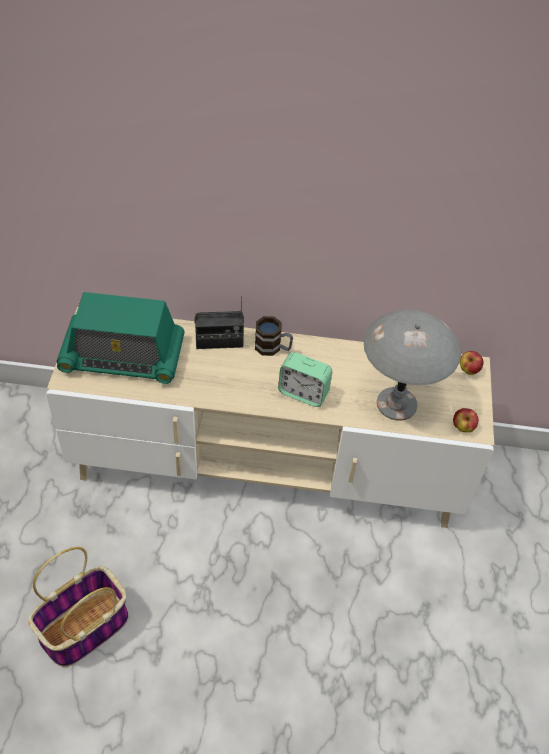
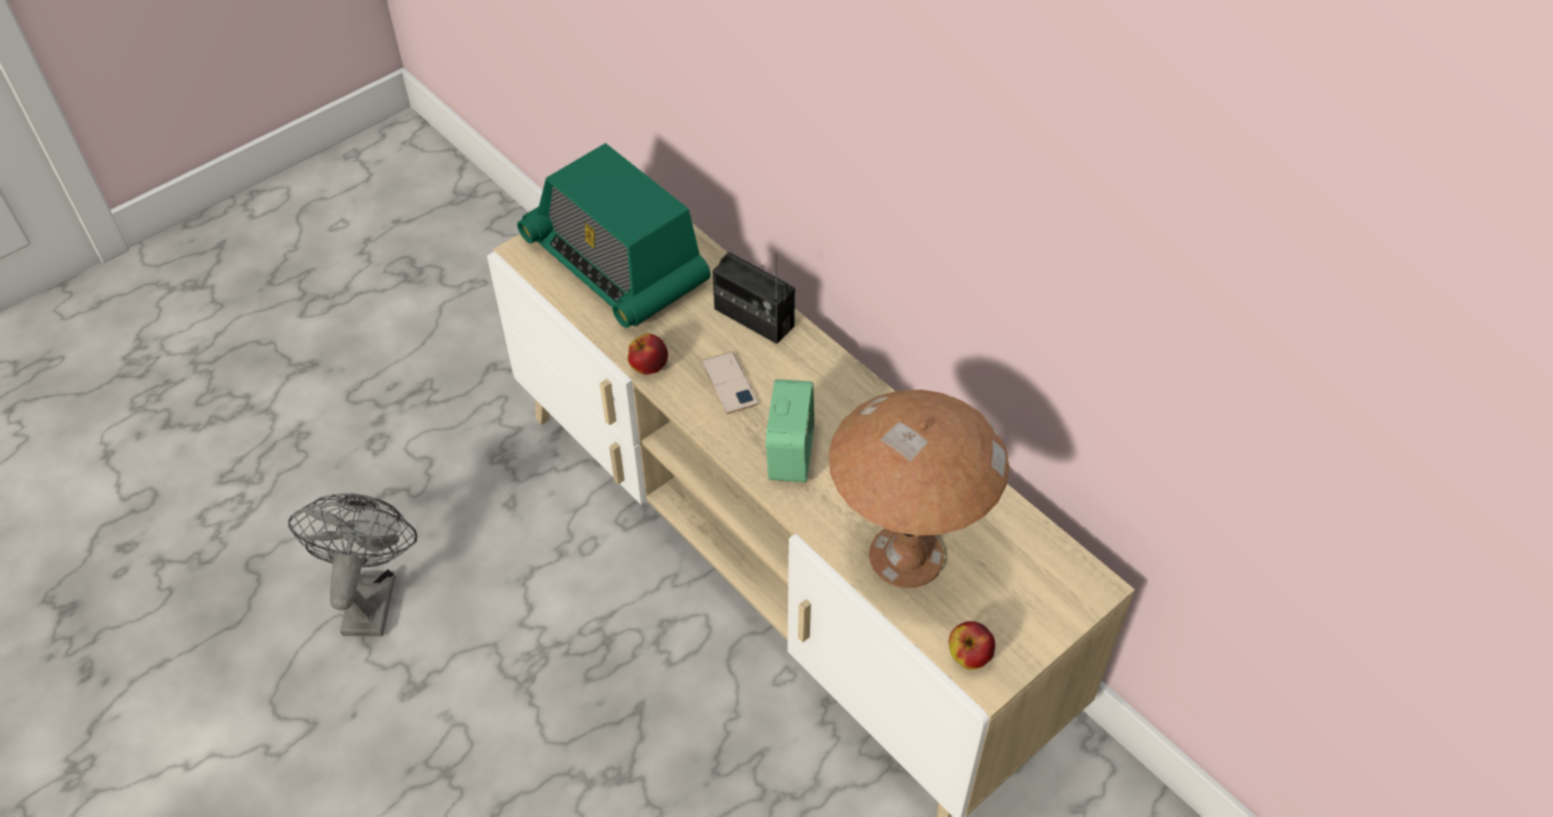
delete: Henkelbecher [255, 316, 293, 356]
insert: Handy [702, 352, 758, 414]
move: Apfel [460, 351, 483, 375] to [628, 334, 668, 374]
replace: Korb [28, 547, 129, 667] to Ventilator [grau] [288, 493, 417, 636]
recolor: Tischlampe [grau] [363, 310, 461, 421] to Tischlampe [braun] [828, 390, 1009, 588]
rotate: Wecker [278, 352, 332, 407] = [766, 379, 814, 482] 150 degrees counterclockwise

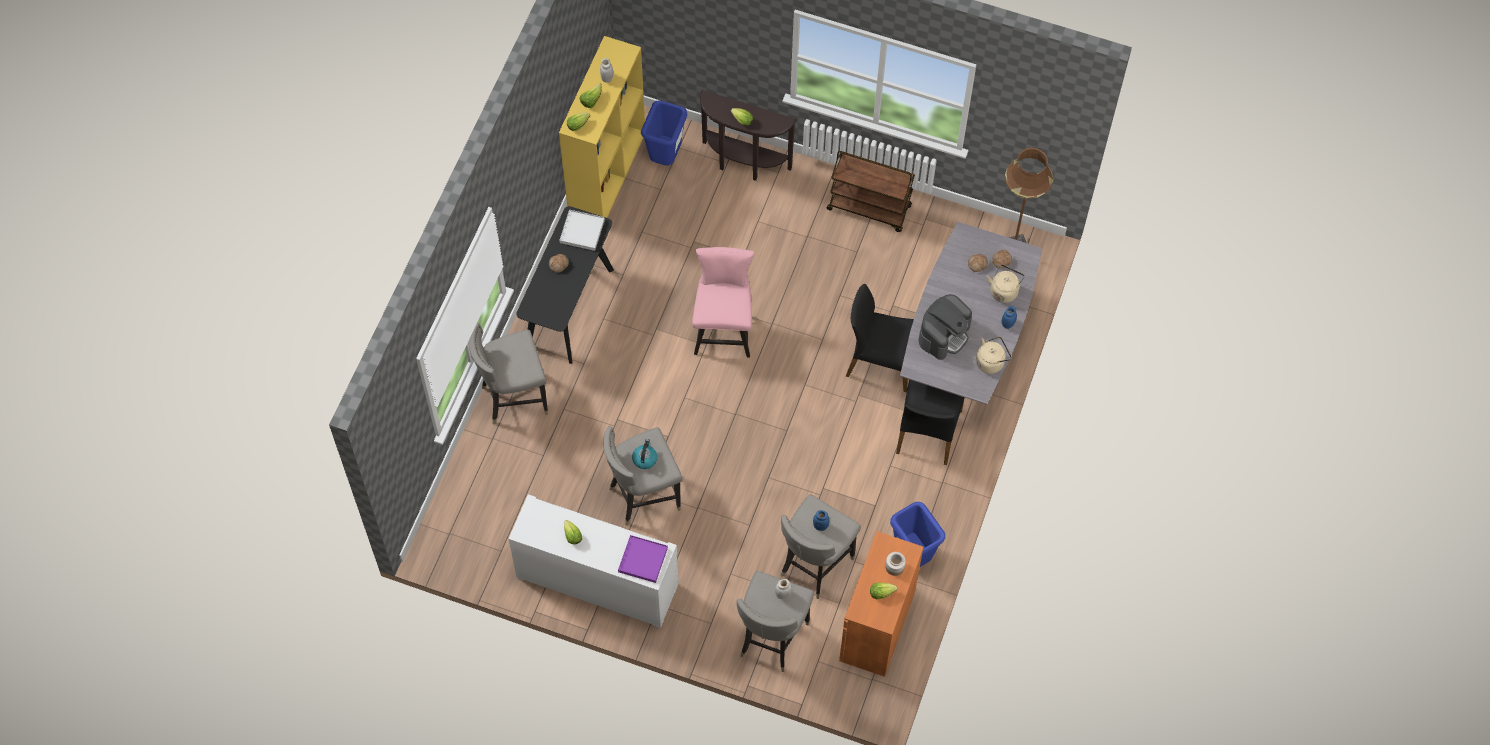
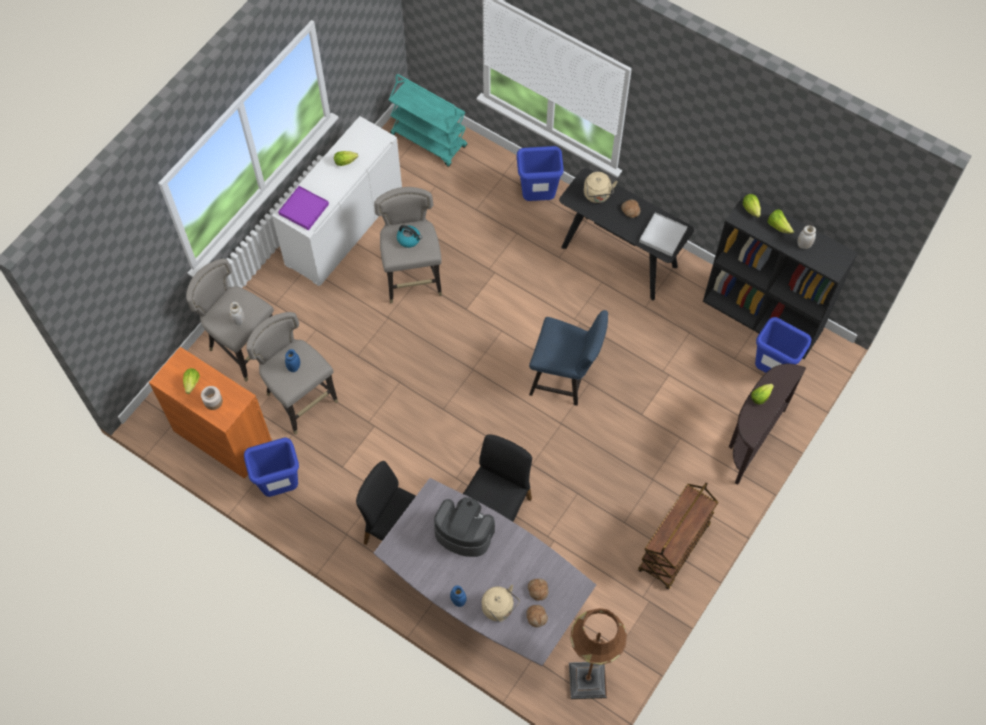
insert: Rollwagen [türkis] [389, 74, 467, 167]
move: Wasserkessel [beige] [976, 336, 1012, 374] to [584, 172, 618, 203]
replace: Hocker [grau] [468, 322, 548, 425] to Mülleimer [blau] [517, 146, 564, 201]
recolor: Bücherregal [gelb] [559, 36, 645, 218] to Bücherregal [schwarz] [703, 192, 858, 359]; Stuhl [rosa] [692, 247, 755, 357] to Stuhl [blau] [529, 310, 608, 406]
rotate: Kaffeemaschine [918, 294, 972, 360] = [434, 497, 495, 557] 150 degrees clockwise

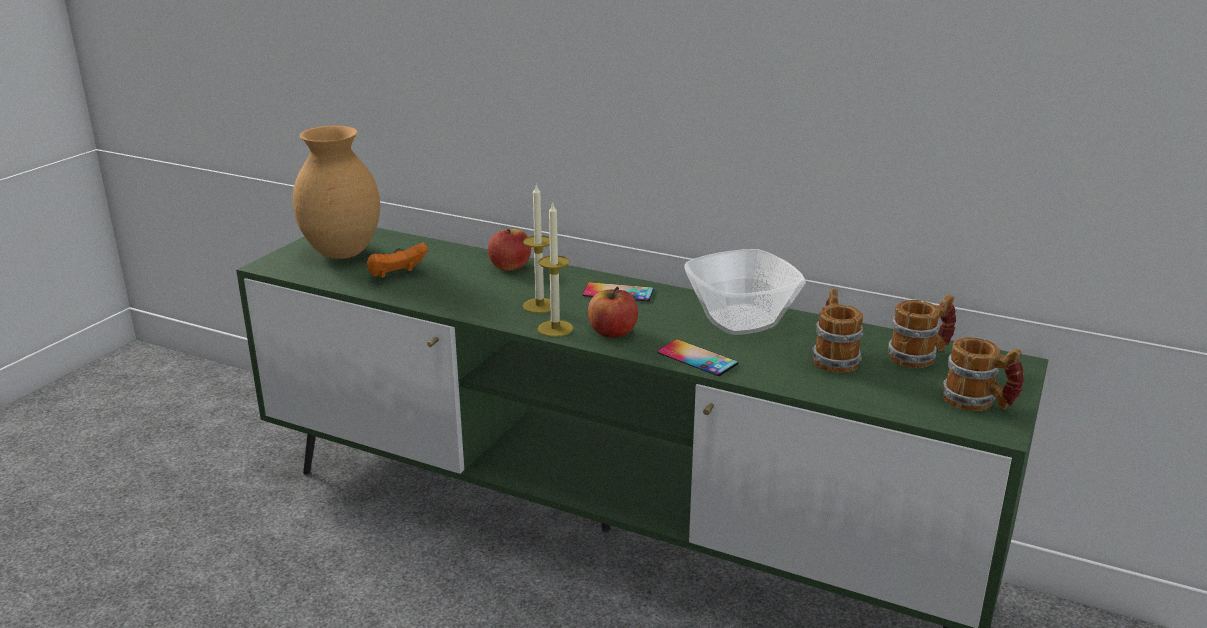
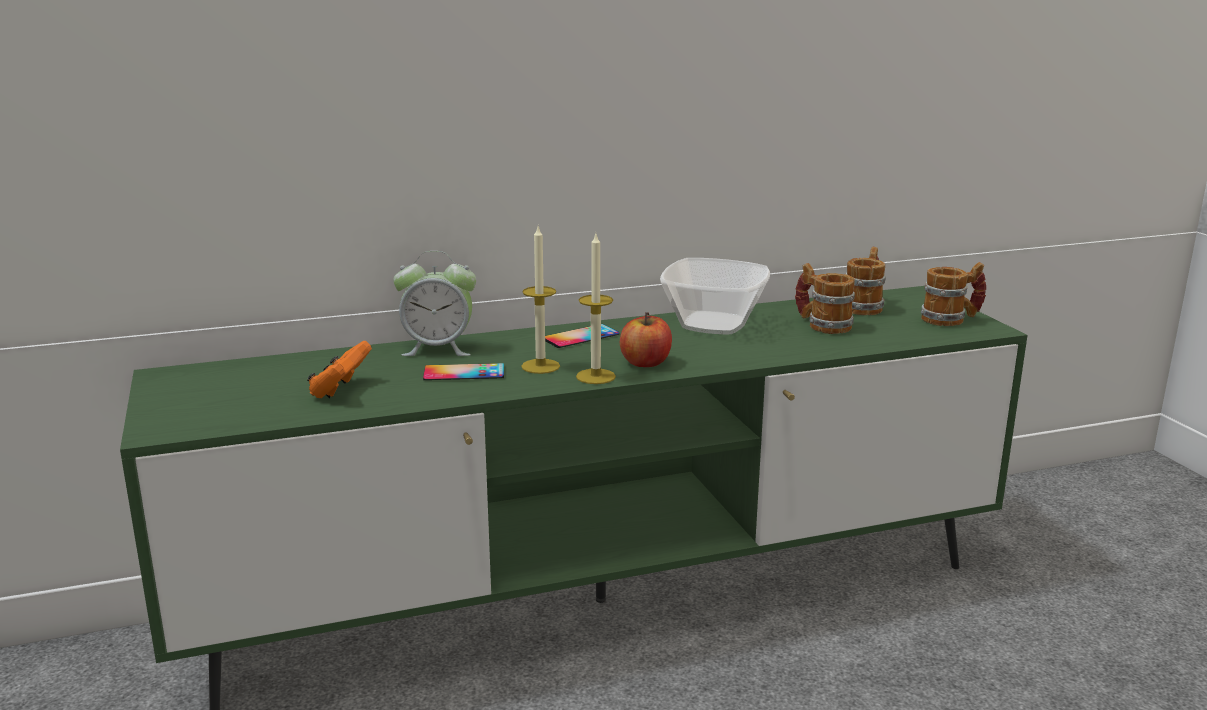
delete: Vase [braun] [293, 126, 380, 259]
move: Handy [657, 339, 738, 376] to [423, 363, 504, 380]
replace: Apfel [488, 229, 531, 271] to Wecker [393, 251, 476, 356]

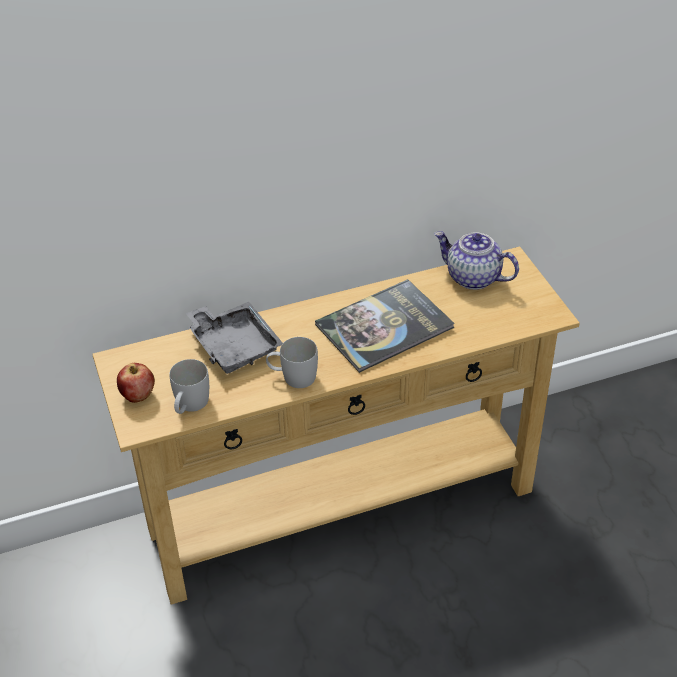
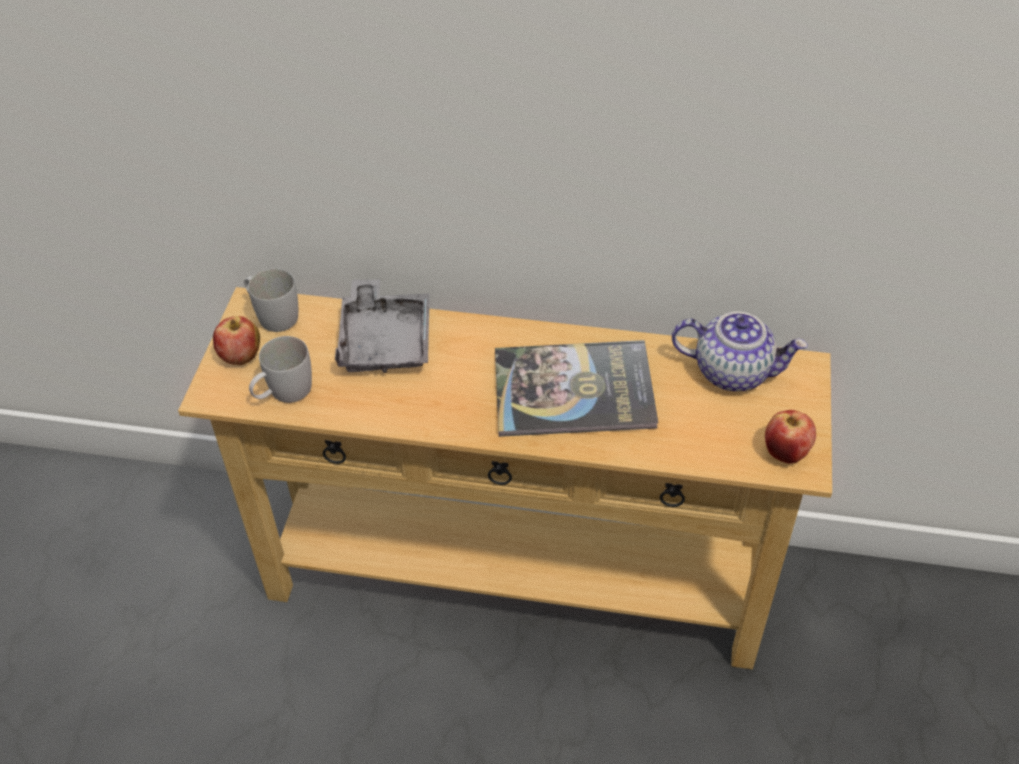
insert: Apfel [765, 410, 816, 464]
move: Henkelbecher [weiß] [266, 337, 318, 388] to [244, 268, 298, 332]
rotate: Teekanne [434, 231, 519, 290] = [672, 311, 808, 391] 135 degrees clockwise

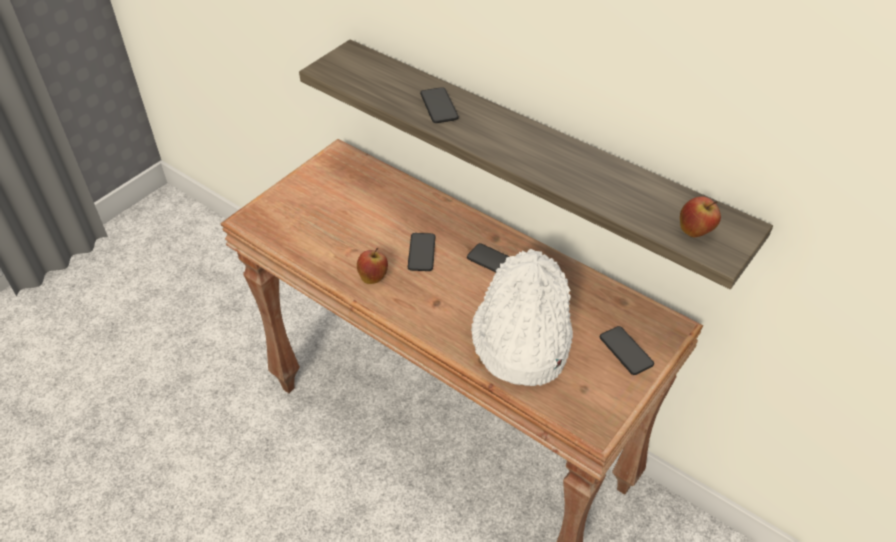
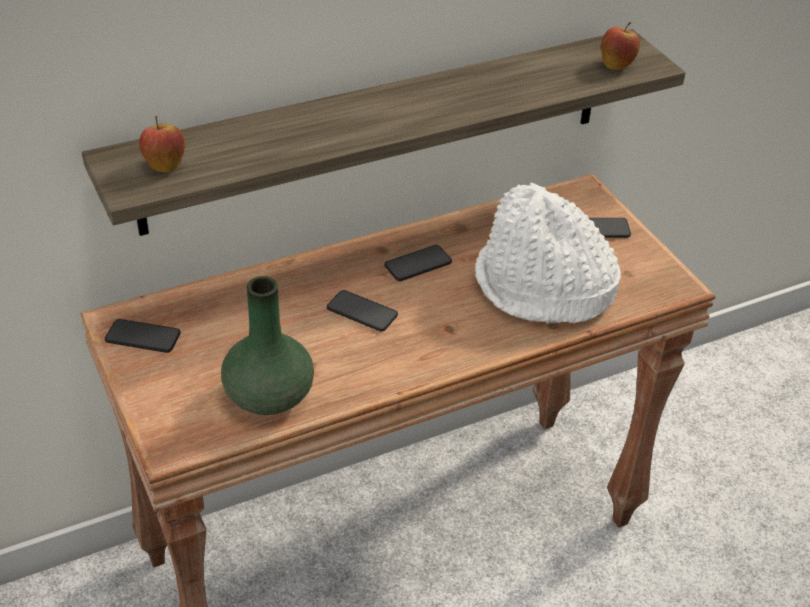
insert: Vase [grün] [221, 276, 314, 415]
move: Apfel [357, 248, 388, 284] to [139, 116, 185, 173]; Handy [420, 87, 459, 123] to [105, 319, 181, 353]

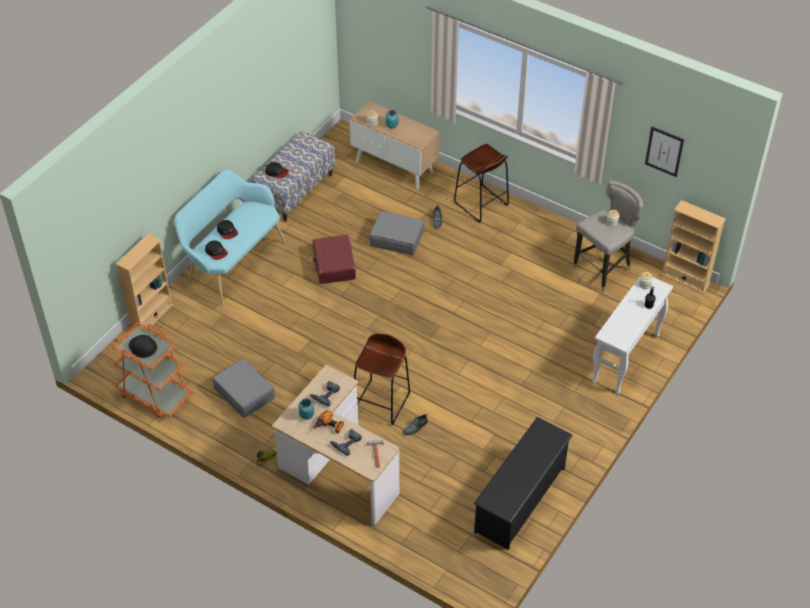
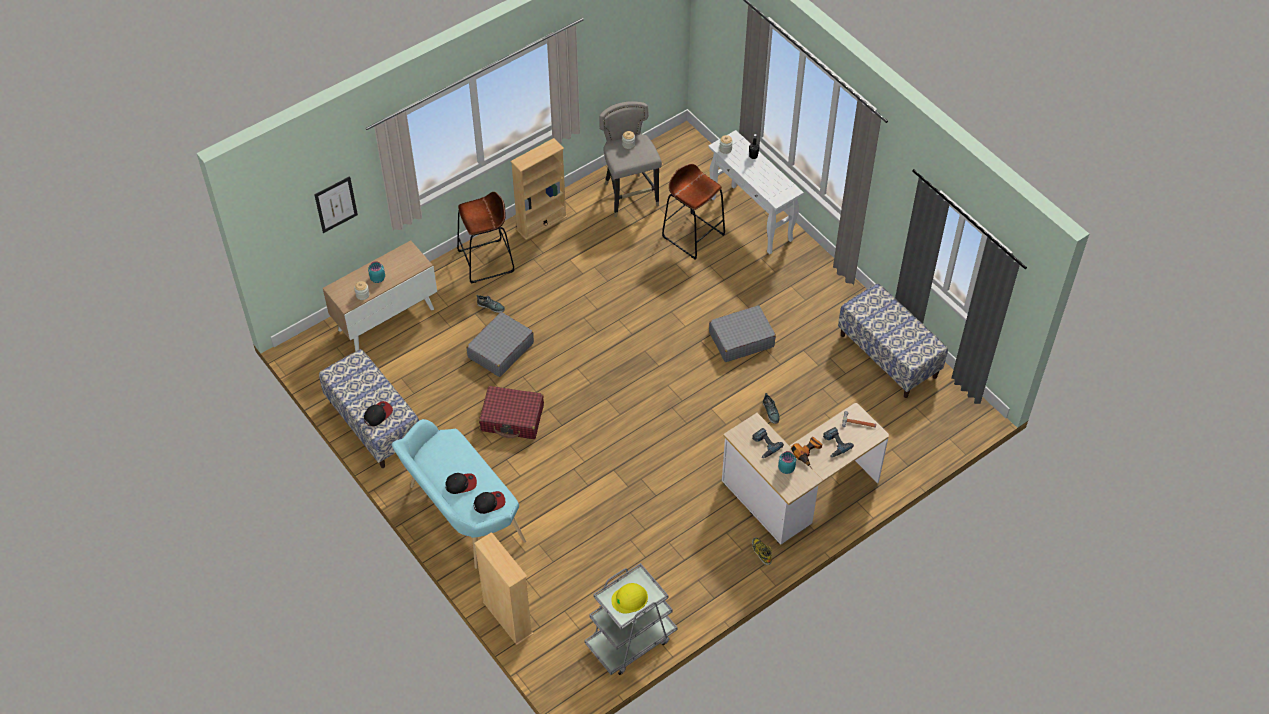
move: Koffer [grau] [213, 358, 275, 418] to [709, 305, 776, 362]; Hocker [braun] [354, 333, 410, 425] to [662, 164, 725, 259]; Bild [645, 127, 684, 177] to [314, 176, 358, 233]; Bücherregal [beige] [661, 200, 726, 294] to [511, 138, 567, 240]
replace: Schuhregal [schwarz] [474, 417, 573, 550] to Bank [838, 283, 948, 398]
recolor: Rollwagen [orange] [113, 323, 193, 418] to Rollwagen [grau] [584, 563, 678, 675]; Schutzhelm [schwarz] [129, 335, 157, 358] to Schutzhelm [gelb] [611, 583, 648, 613]

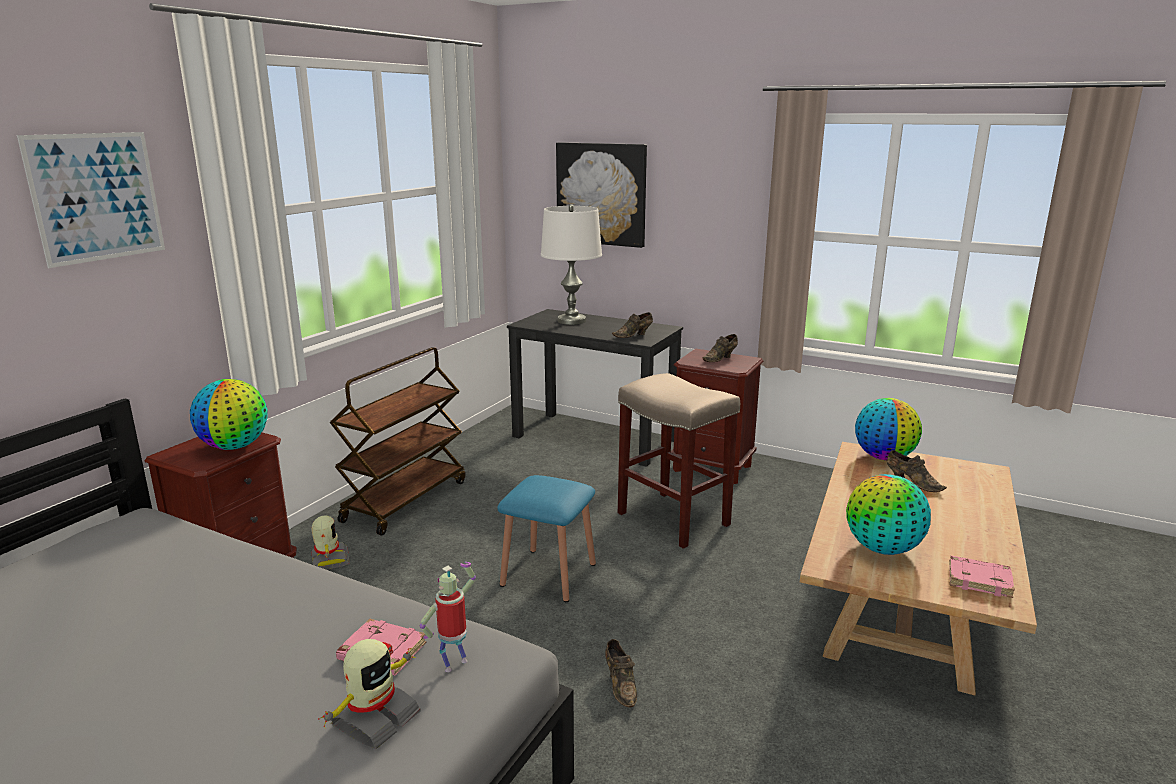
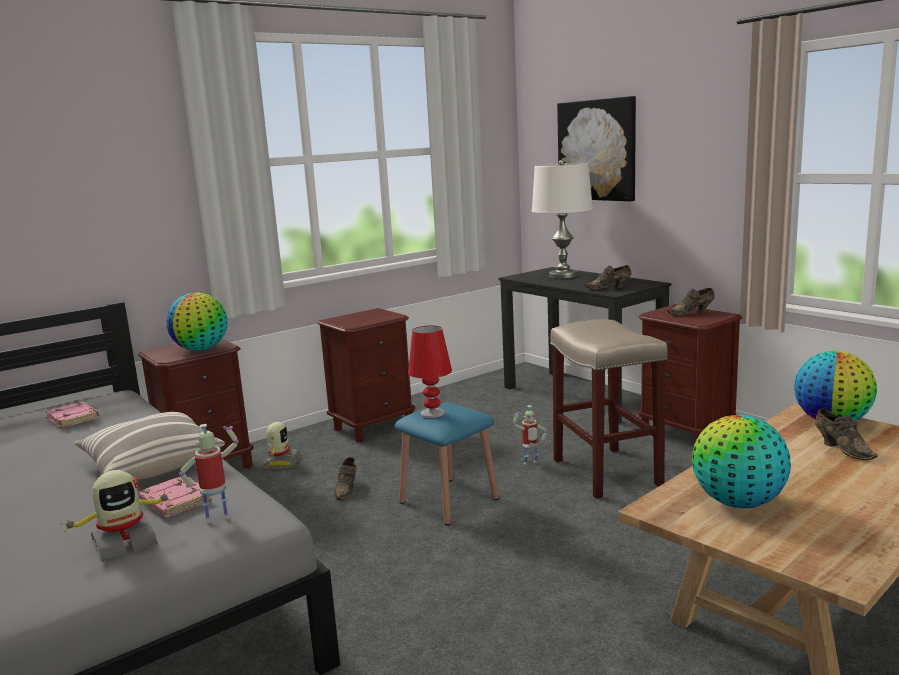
delete: Bild [17, 132, 165, 268]
insert: Kissen [74, 412, 225, 480]; Tischlampe [rot] [408, 326, 452, 418]; Spielzeugroboter [513, 405, 548, 465]
move: Schuh [braun] [605, 639, 637, 707] to [334, 457, 357, 500]; Buch [rosa] [949, 556, 1015, 598] to [45, 402, 99, 428]
replace: Rollwagen [braun] [330, 347, 466, 536] to Nachttisch [braun] [318, 308, 415, 442]

